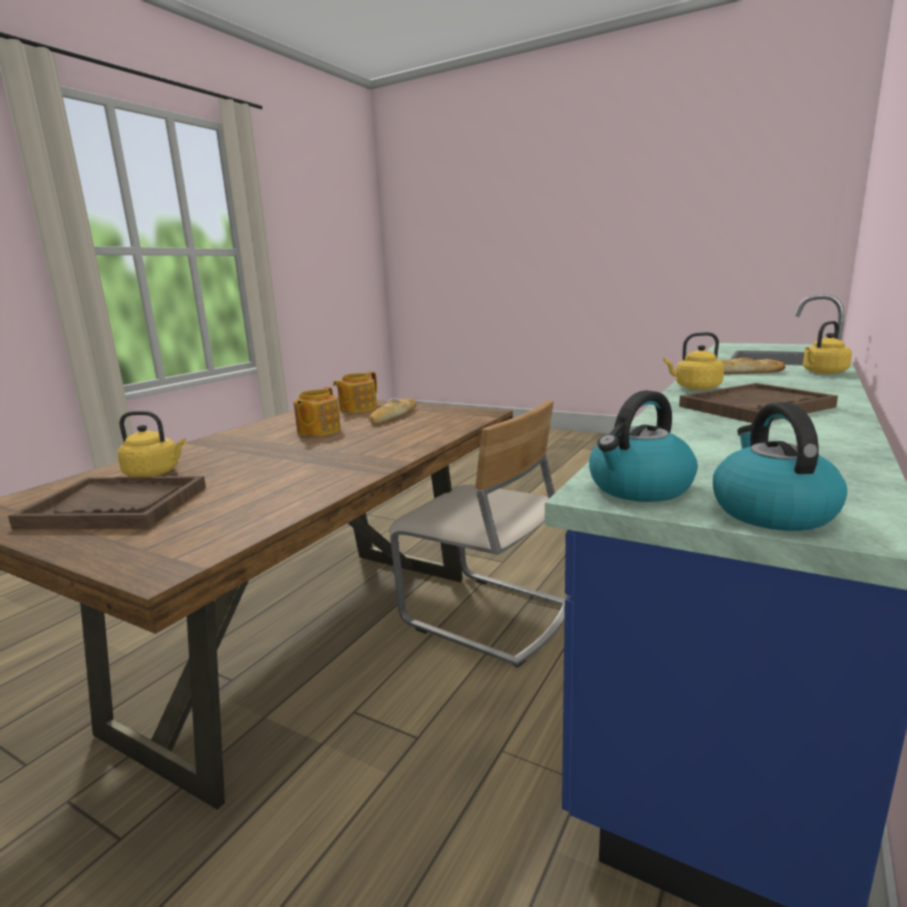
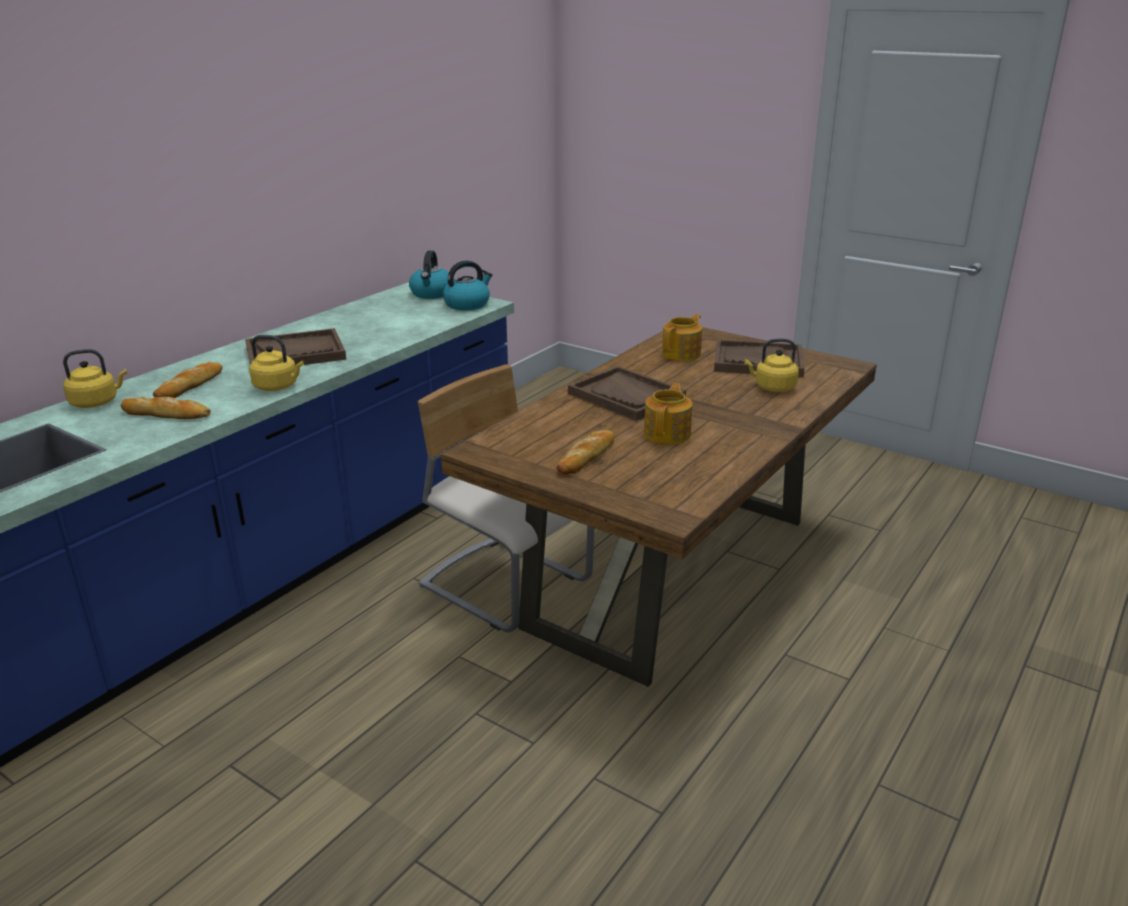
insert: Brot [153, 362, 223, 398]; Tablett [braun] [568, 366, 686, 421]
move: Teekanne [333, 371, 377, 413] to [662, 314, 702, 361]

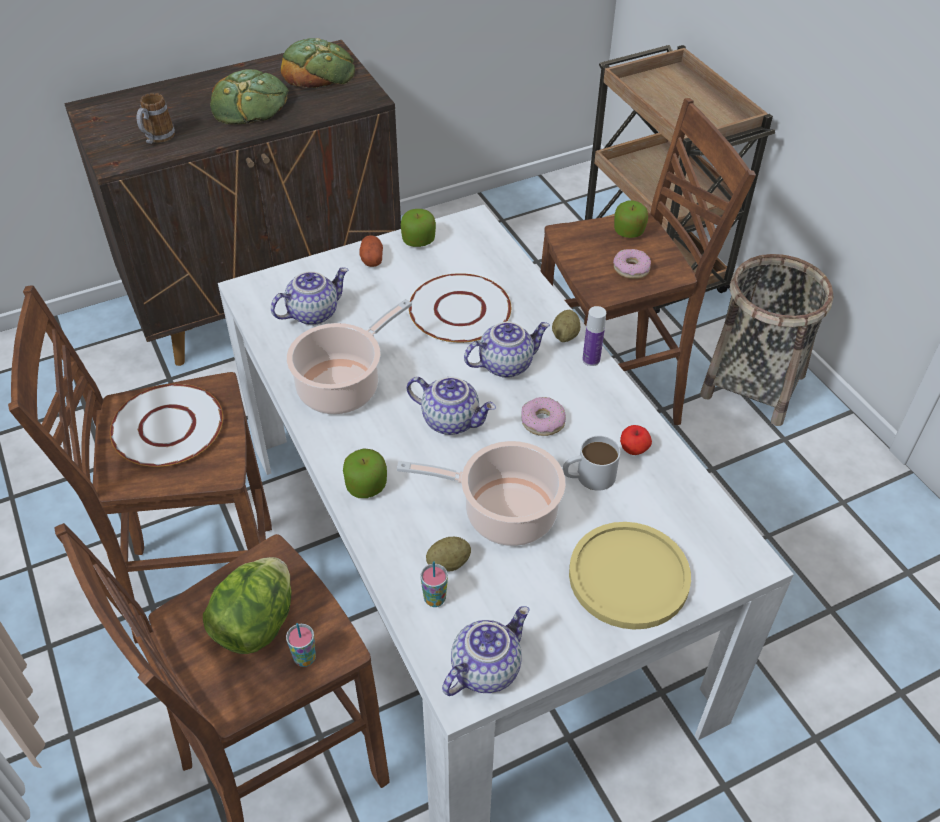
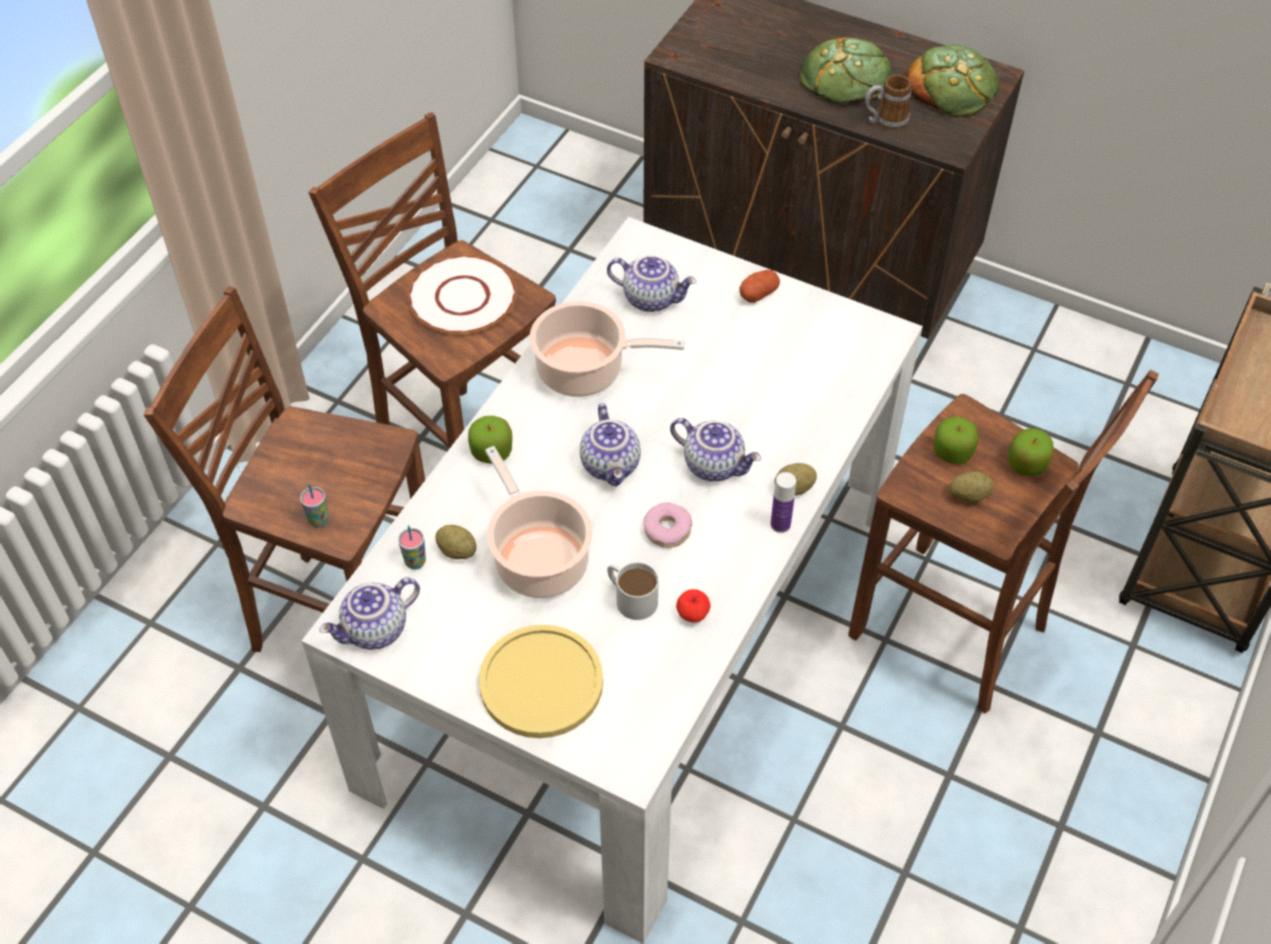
delete: Salatkopf [203, 557, 291, 654]; Teller [weiß] [409, 273, 511, 343]; Korb [700, 254, 834, 426]
move: Henkelbecher [137, 93, 175, 144] to [865, 75, 911, 130]; Apfel [401, 209, 436, 247] to [934, 416, 979, 464]
replace: Donut [613, 249, 651, 279] to Kartoffel [950, 471, 994, 503]
rotate: Teekanne [442, 606, 529, 696] = [319, 577, 420, 650] 135 degrees clockwise

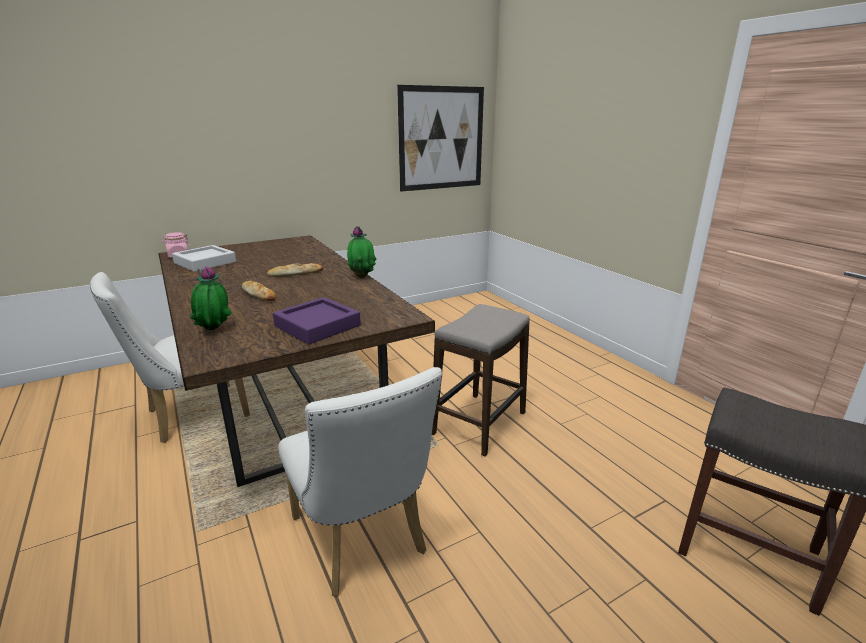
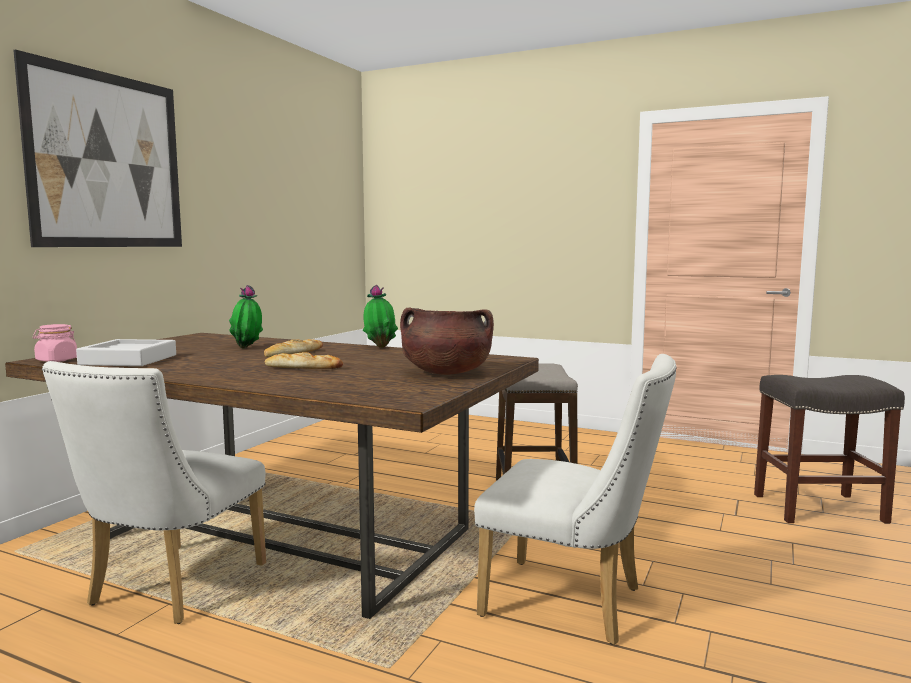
move: Topfpflanze [190, 266, 232, 331] to [229, 285, 263, 348]; Bild [397, 85, 484, 192] to [13, 49, 182, 247]
replace: Tablett [lila] [273, 297, 361, 344] to Kochtopf [braun] [400, 307, 494, 375]

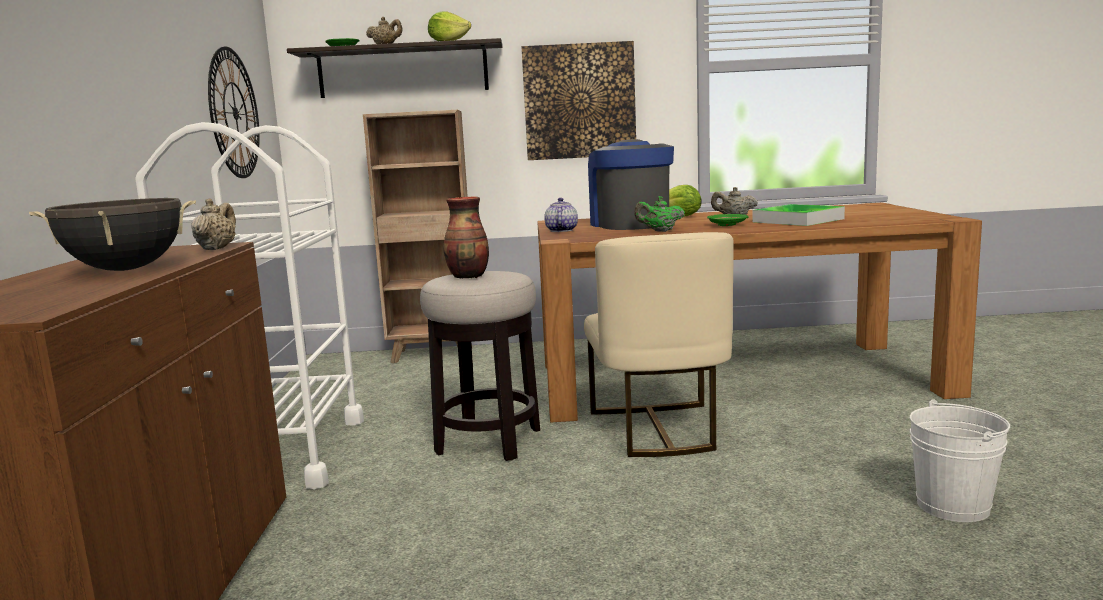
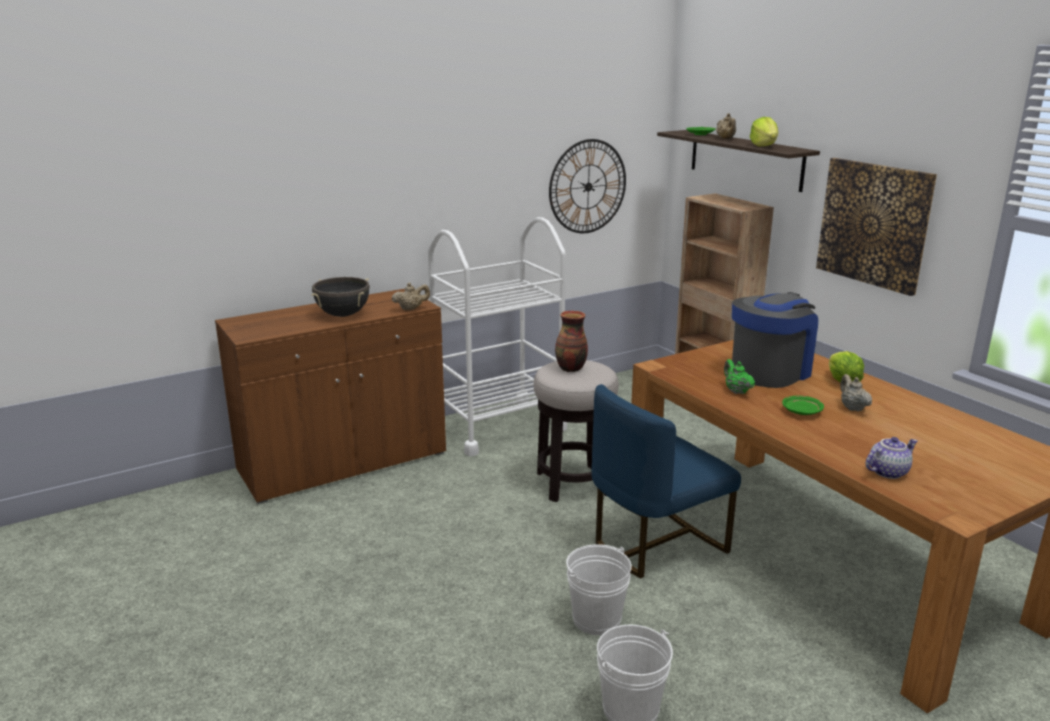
delete: Tablett [752, 204, 845, 226]
insert: Eimer [weiß] [566, 544, 632, 635]
move: Teekanne [544, 198, 578, 232] to [866, 437, 917, 479]
recolor: Stuhl [beige] [584, 232, 734, 457] to Stuhl [blau] [591, 384, 741, 578]

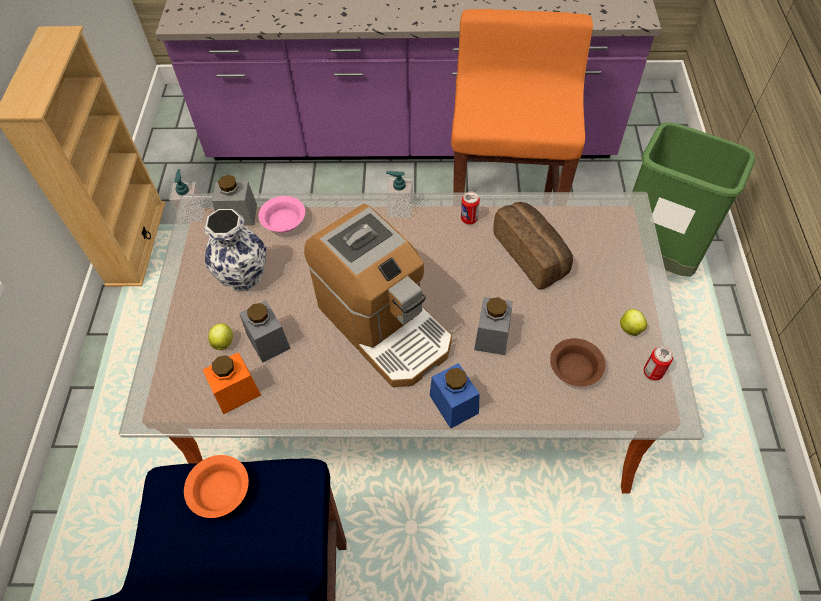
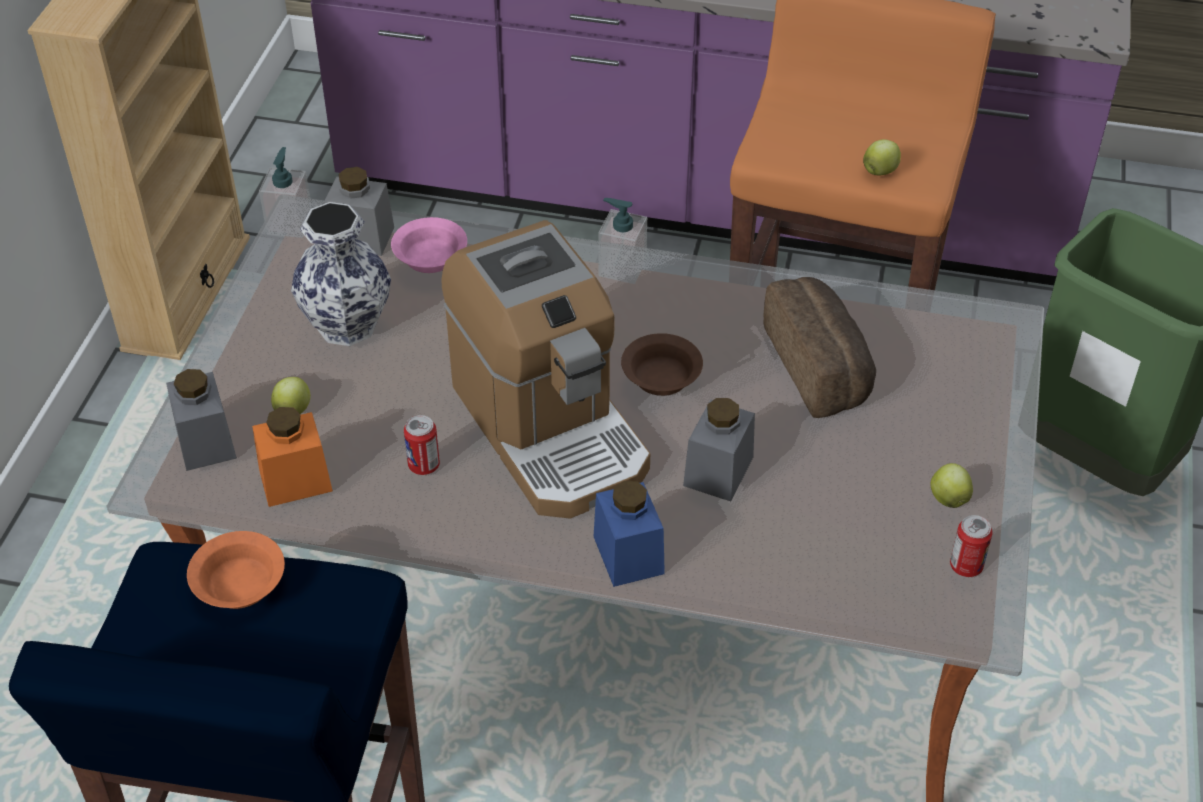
insert: Apfel [863, 139, 901, 175]
move: Vorratsglas [grau] [239, 300, 291, 363] to [166, 369, 237, 471]; Dose [461, 192, 480, 224] to [404, 415, 440, 475]; Schüssel [braun] [550, 338, 605, 386] to [621, 333, 703, 396]

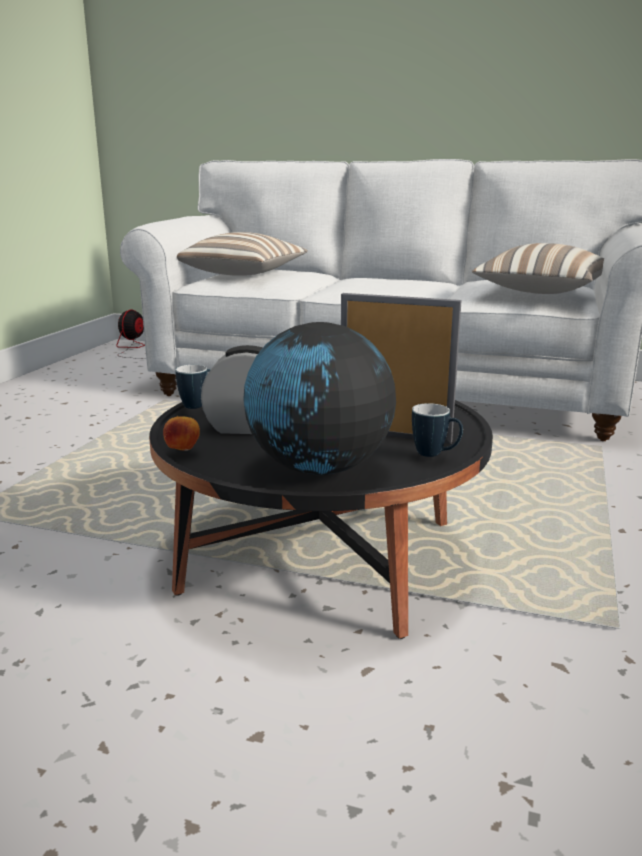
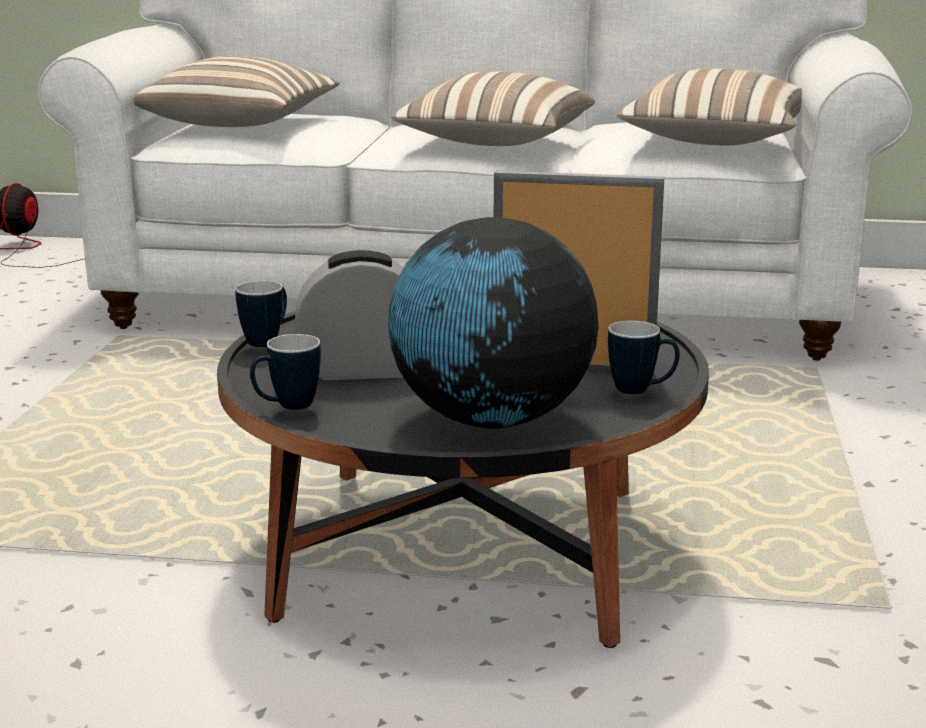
insert: Kissen [391, 71, 595, 146]
replace: Apfel [163, 416, 200, 451] to Henkelbecher [250, 334, 321, 410]

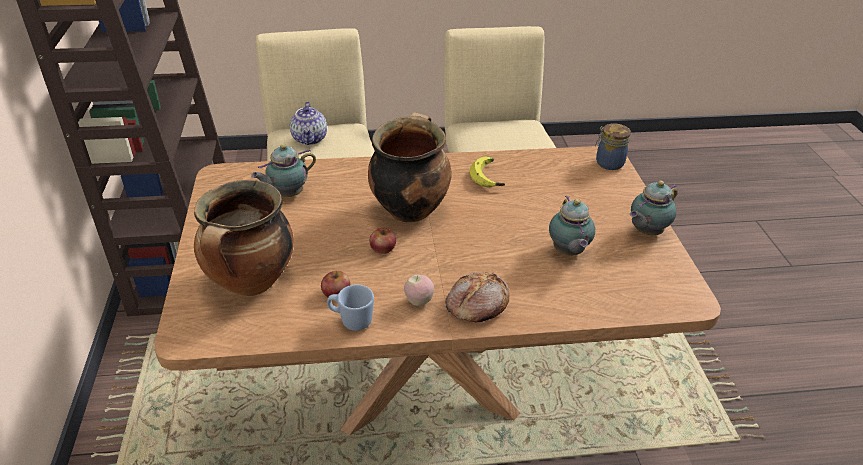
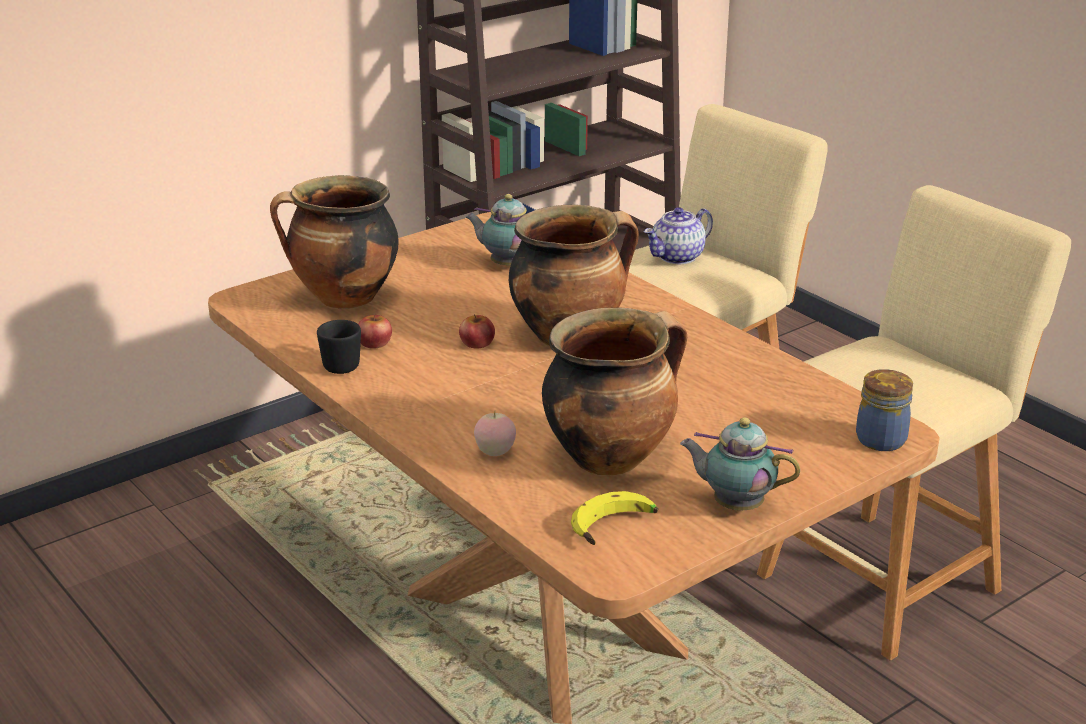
delete: Brot [445, 272, 510, 322]
move: Apfel [404, 275, 434, 306] to [474, 411, 516, 456]; Banane [469, 157, 505, 188] to [571, 491, 658, 545]
replace: Teekanne [549, 196, 595, 255] to Kochtopf [542, 308, 687, 476]
recolor: Henkelbecher [blau] [327, 285, 374, 331] to Henkelbecher [schwarz] [317, 320, 361, 374]

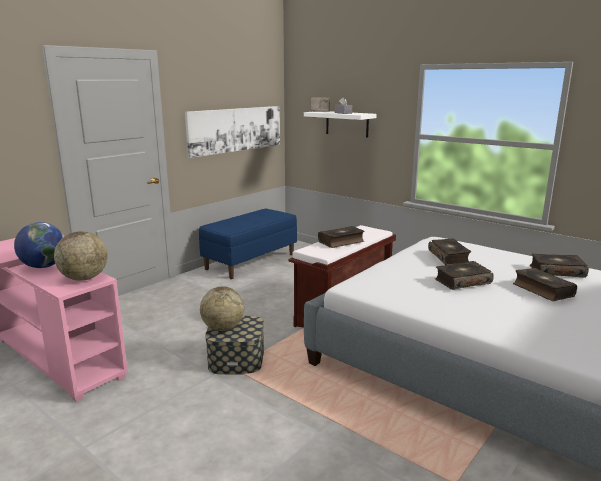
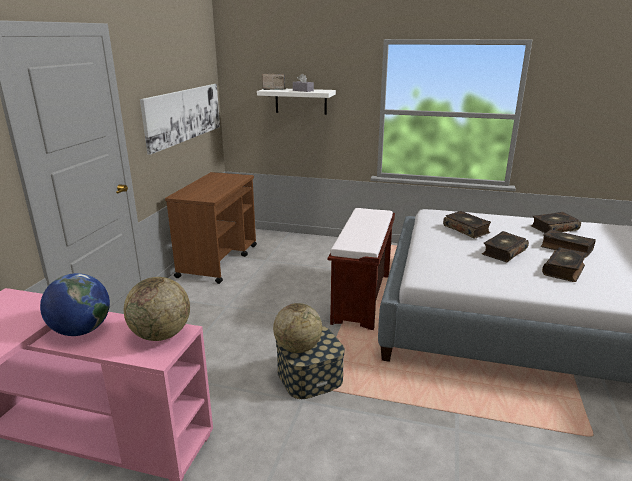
move: Buch [318, 226, 365, 248] to [542, 247, 587, 282]
replace: Bank [blau] [199, 208, 297, 279] to Rollwagen [braun] [165, 172, 257, 284]

